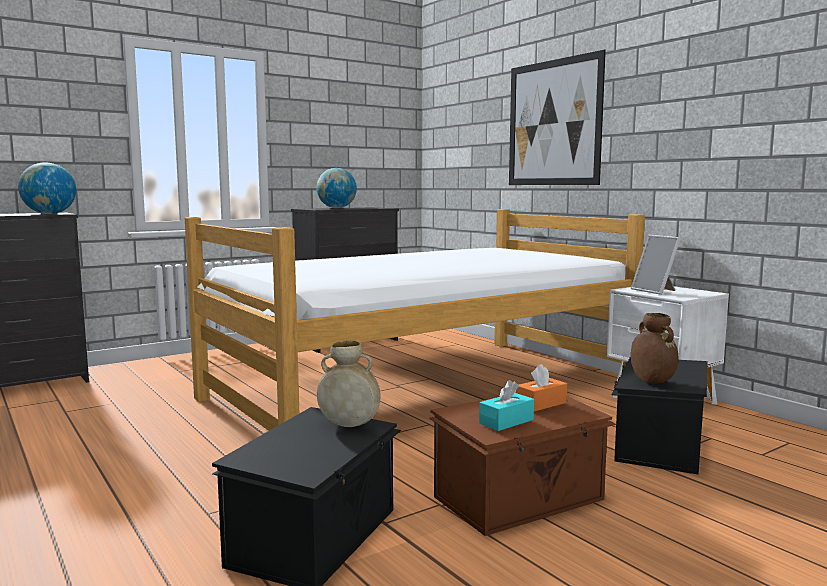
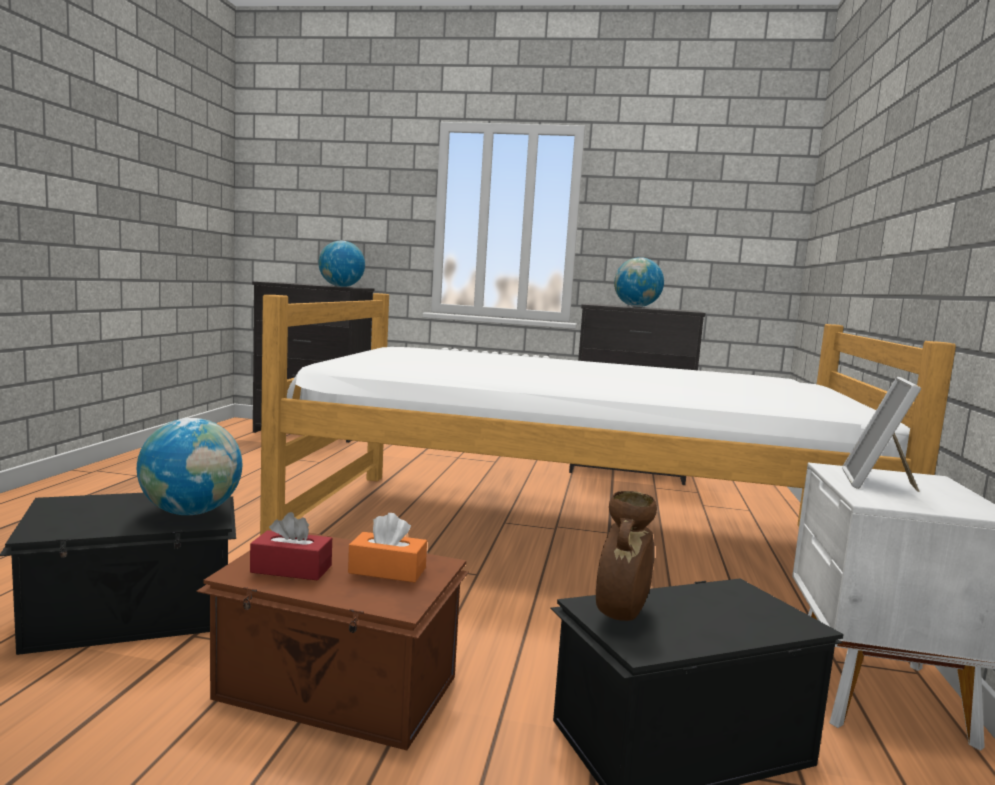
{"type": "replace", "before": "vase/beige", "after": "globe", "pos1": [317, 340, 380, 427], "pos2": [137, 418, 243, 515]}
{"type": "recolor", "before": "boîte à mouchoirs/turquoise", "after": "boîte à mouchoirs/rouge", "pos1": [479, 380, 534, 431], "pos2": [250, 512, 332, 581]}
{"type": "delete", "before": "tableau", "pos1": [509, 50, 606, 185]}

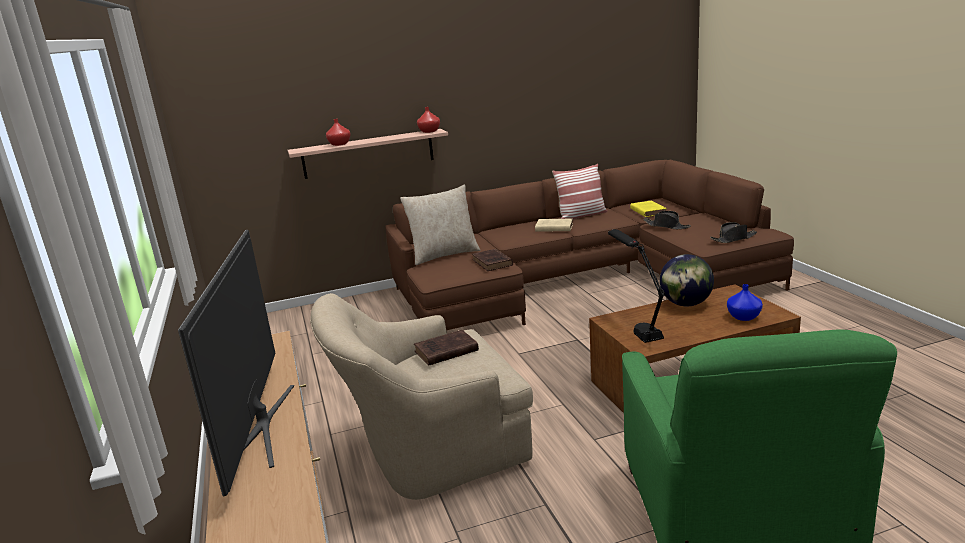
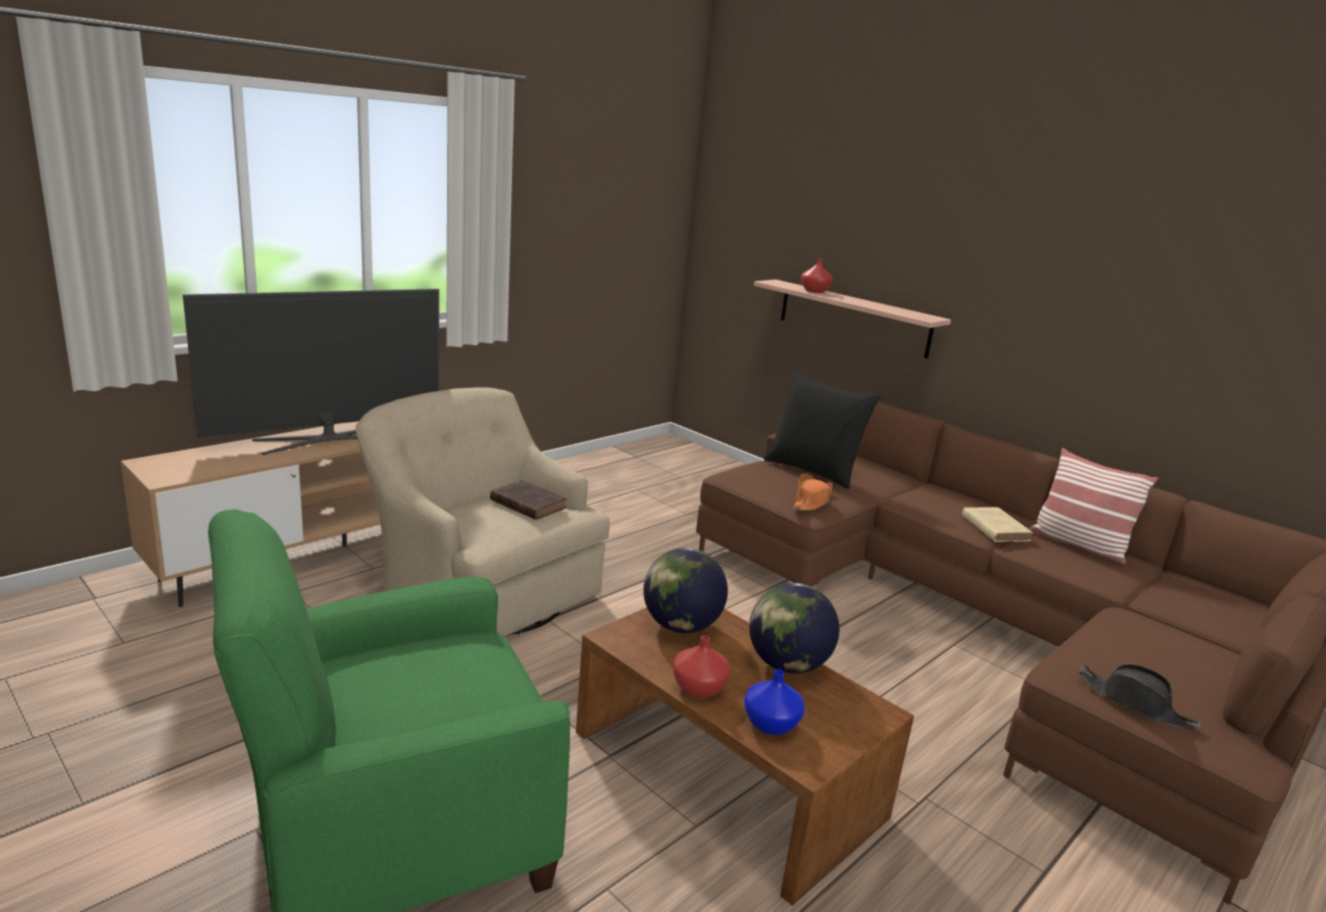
{"type": "recolor", "before": "coussin/beige", "after": "coussin/noir", "pos1": [400, 185, 481, 265], "pos2": [764, 372, 881, 489]}
{"type": "move", "before": "vase/rouge", "pos1": [417, 107, 440, 133], "pos2": [673, 635, 730, 698]}
{"type": "replace", "before": "livre/marron", "after": "chapeau/orange", "pos1": [472, 249, 513, 271], "pos2": [793, 473, 833, 511]}
{"type": "replace", "before": "lampe de table/noir", "after": "globe", "pos1": [608, 229, 665, 343], "pos2": [643, 548, 728, 633]}
{"type": "delete", "before": "livre/jaune", "pos1": [630, 201, 667, 217]}
{"type": "delete", "before": "chapeau/noir", "pos1": [643, 211, 691, 229]}

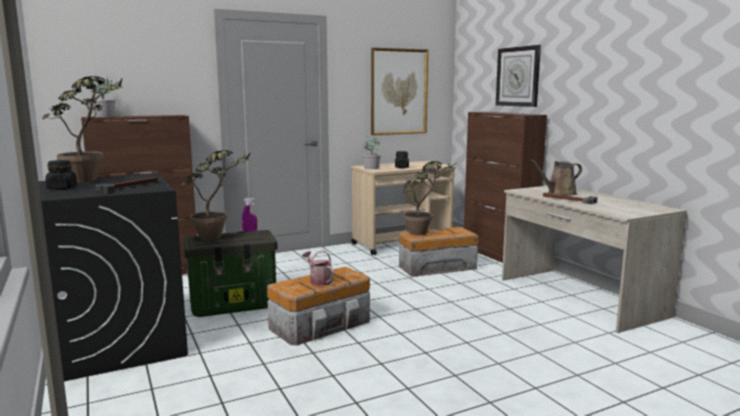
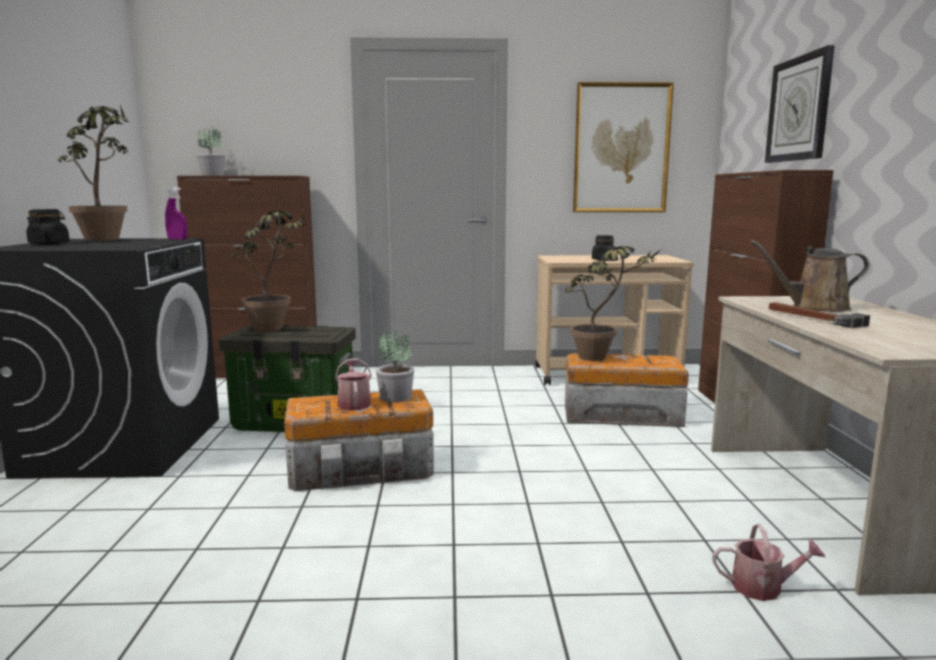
{"type": "delete", "before": "marteau", "pos1": [96, 177, 158, 193]}
{"type": "move", "before": "vaporisateur/violet", "pos1": [242, 198, 257, 232], "pos2": [165, 187, 187, 239]}
{"type": "move", "before": "plante en pot", "pos1": [363, 136, 381, 169], "pos2": [376, 328, 414, 402]}
{"type": "insert", "after": "arrosoir", "pos2": [713, 524, 825, 601]}

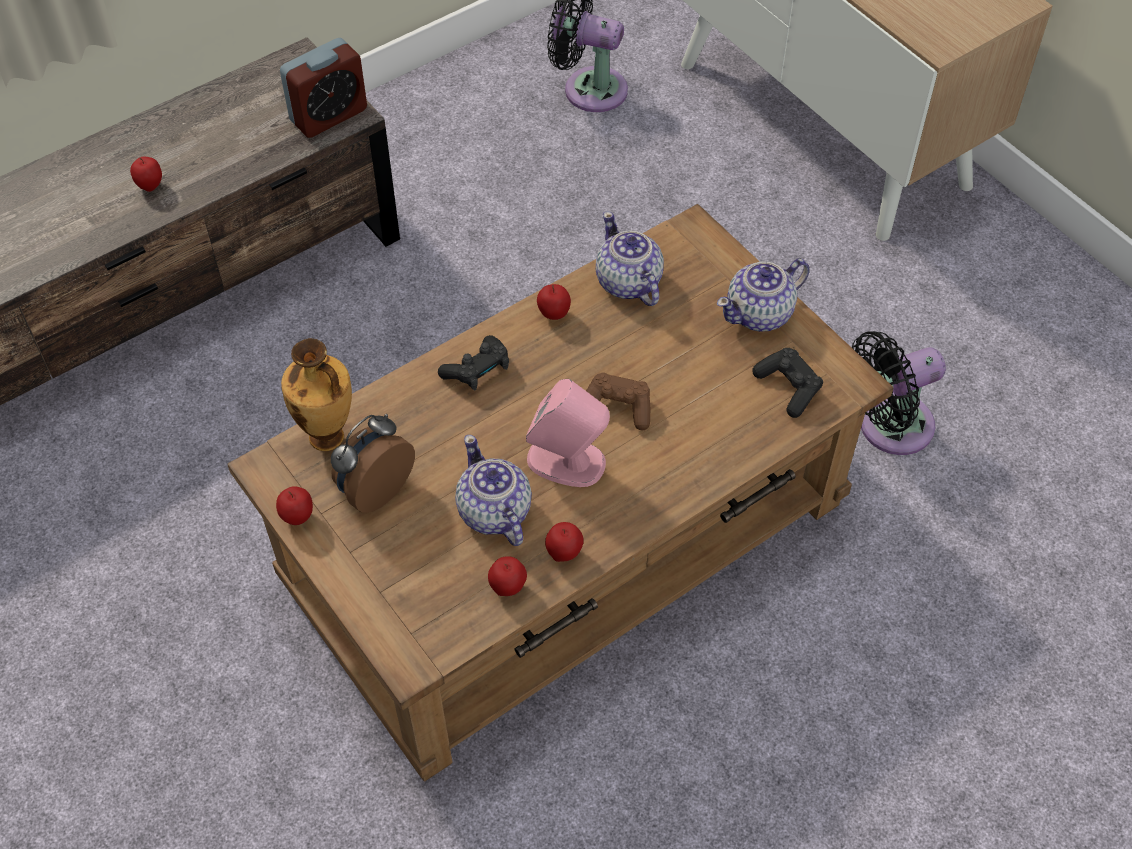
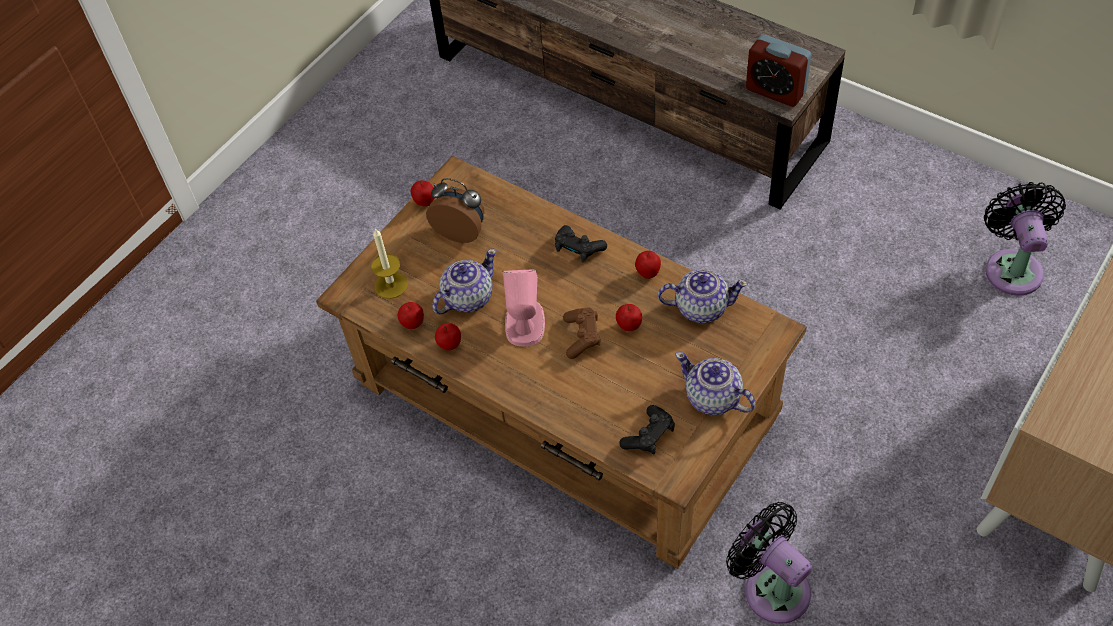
{"type": "move", "before": "pomme", "pos1": [130, 157, 162, 192], "pos2": [616, 304, 642, 331]}
{"type": "delete", "before": "vase", "pos1": [281, 338, 352, 451]}
{"type": "rotate", "before": "théière", "pos1": [596, 211, 664, 306], "pos2": [658, 269, 748, 323], "turn": 45}
{"type": "insert", "after": "bougie", "pos2": [371, 228, 408, 299]}

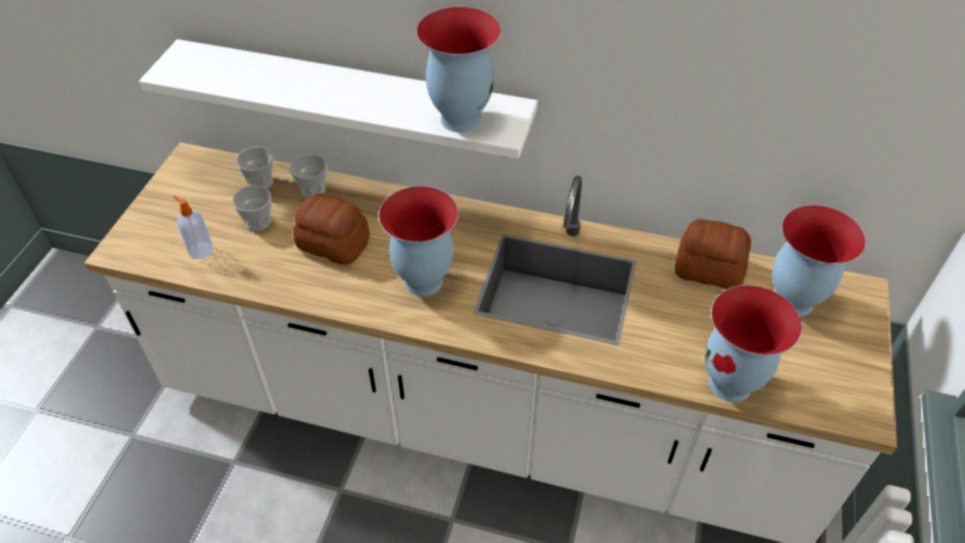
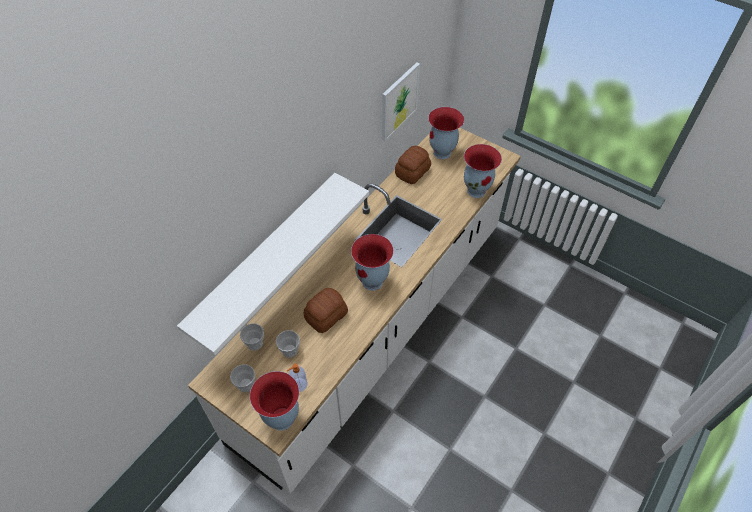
{"type": "move", "before": "tasse", "pos1": [290, 154, 327, 198], "pos2": [230, 364, 255, 393]}
{"type": "move", "before": "vase", "pos1": [416, 7, 501, 132], "pos2": [250, 371, 299, 431]}
{"type": "insert", "after": "tableau", "pos2": [382, 62, 420, 141]}

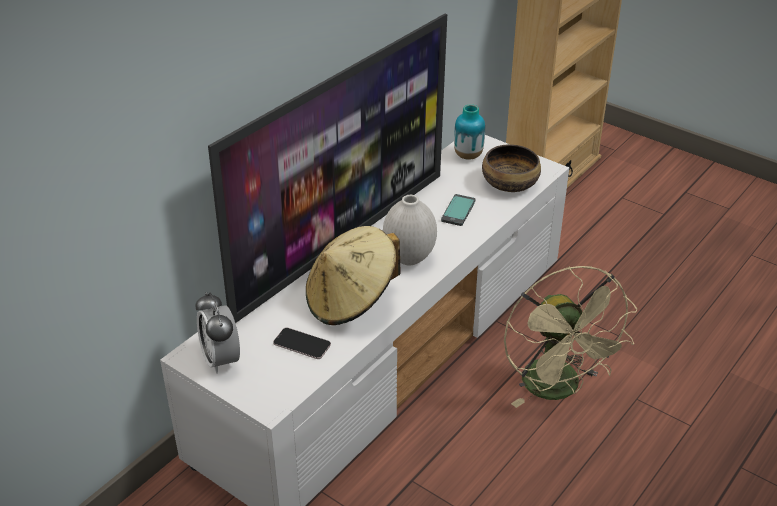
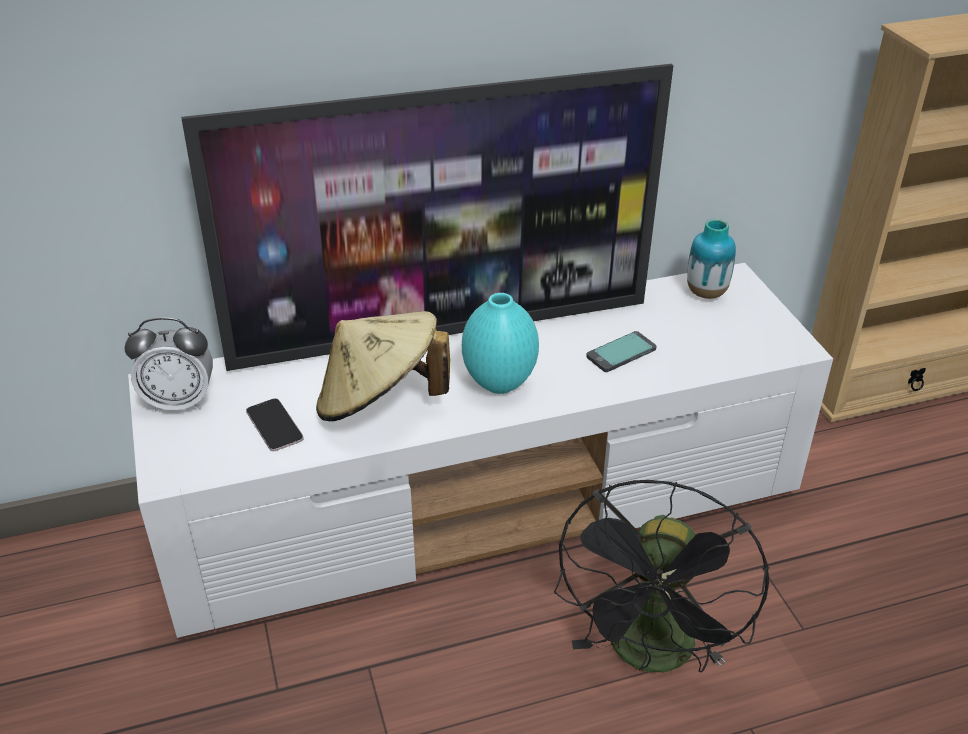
{"type": "rotate", "before": "réveil", "pos1": [195, 292, 240, 374], "pos2": [125, 317, 213, 412], "turn": -105}
{"type": "recolor", "before": "vase/blanc", "after": "vase/turquoise", "pos1": [383, 195, 437, 265], "pos2": [462, 293, 539, 394]}
{"type": "delete", "before": "bol", "pos1": [482, 144, 541, 192]}
{"type": "recolor", "before": "ventilateur/beige", "after": "ventilateur/noir", "pos1": [504, 266, 638, 408], "pos2": [554, 480, 769, 673]}

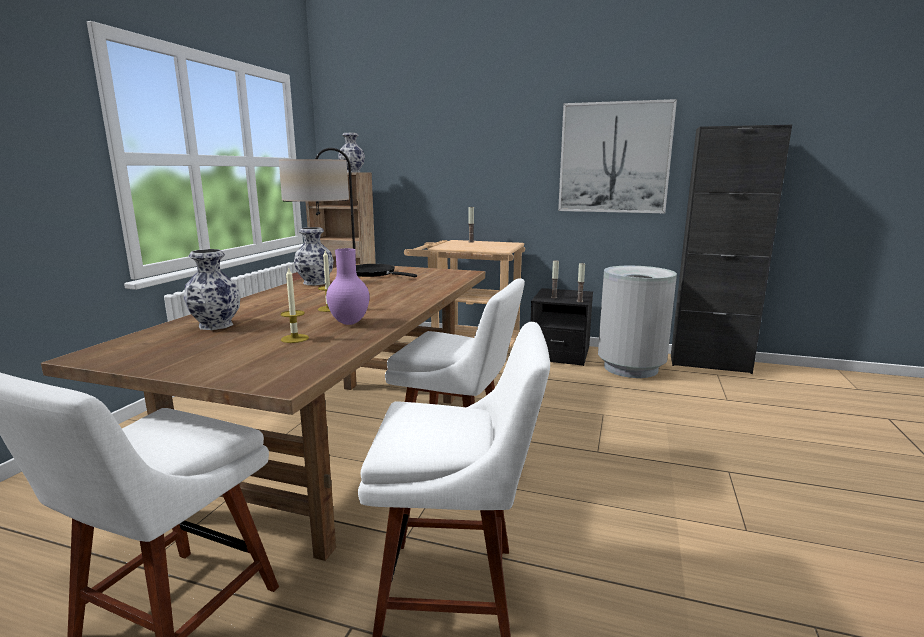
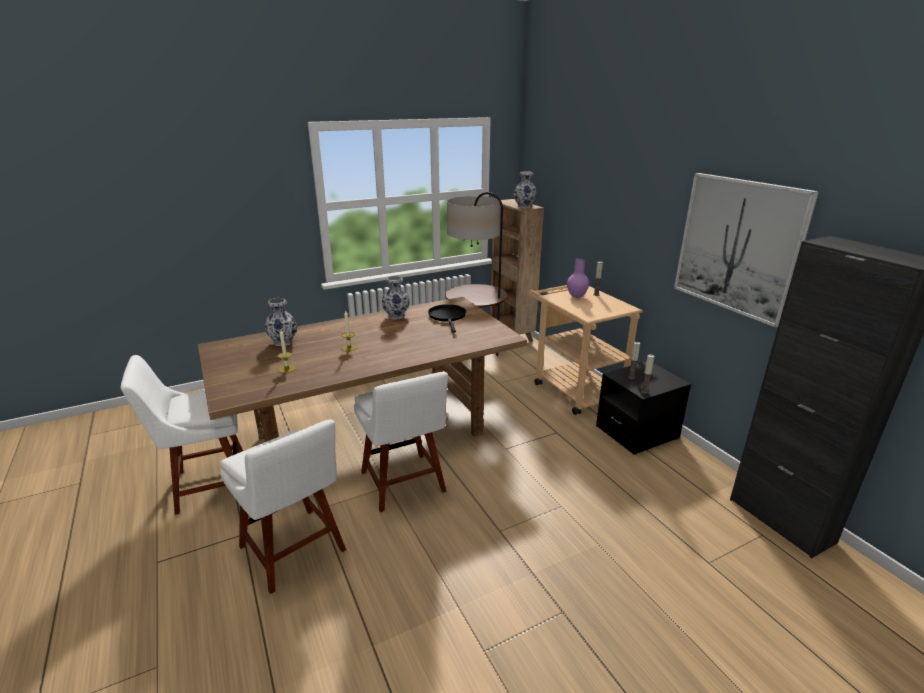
{"type": "move", "before": "vase/violet", "pos1": [326, 248, 369, 325], "pos2": [567, 259, 589, 298]}
{"type": "delete", "before": "poubelle/gris", "pos1": [598, 266, 677, 378]}

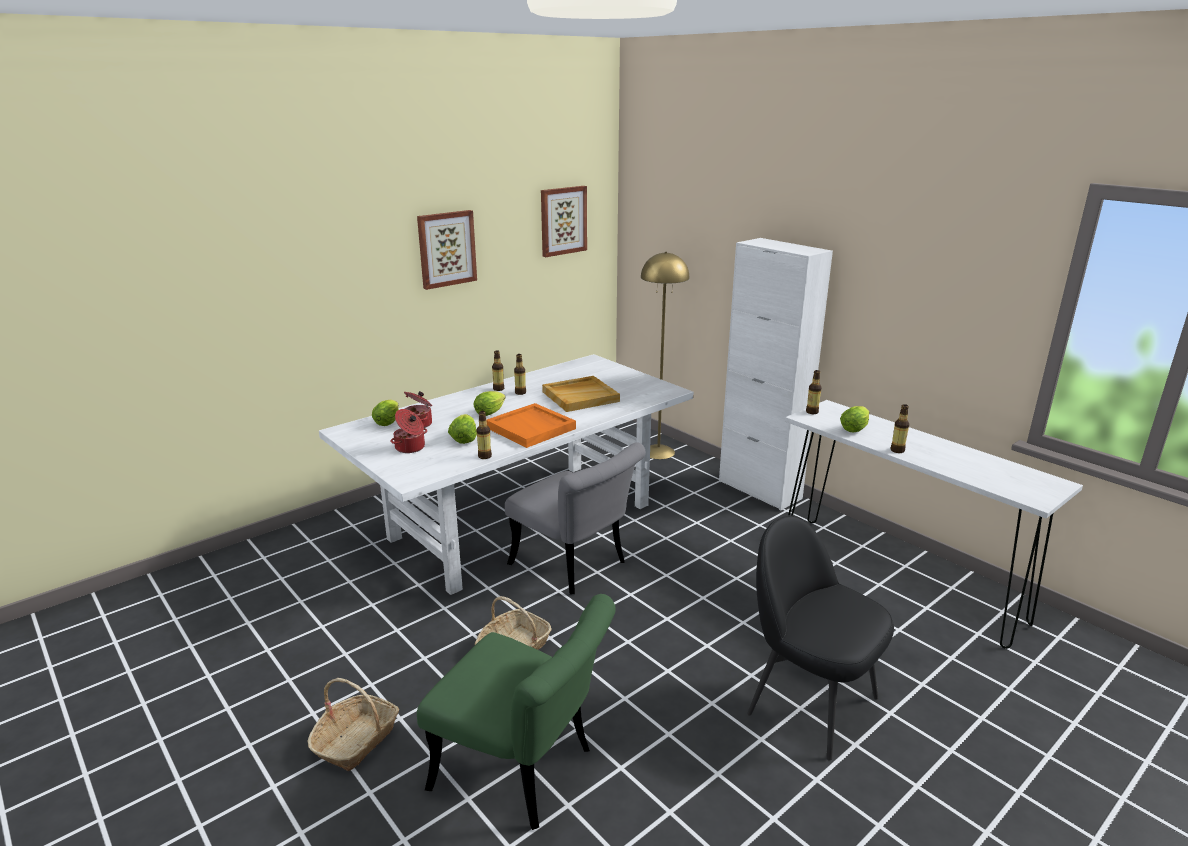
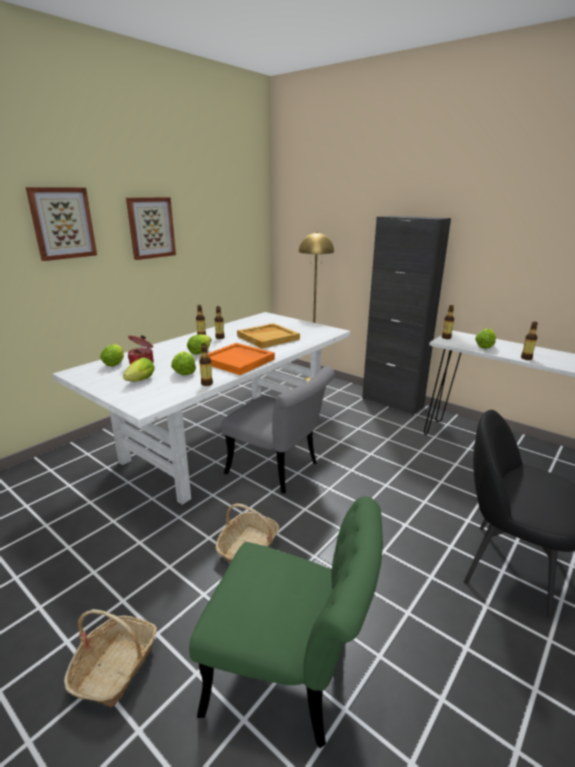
{"type": "replace", "before": "marmite", "after": "laitue", "pos1": [390, 409, 427, 453], "pos2": [123, 357, 155, 382]}
{"type": "move", "before": "tableau", "pos1": [541, 186, 587, 257], "pos2": [26, 187, 97, 261]}
{"type": "recolor", "before": "meuble de rangement/blanc", "after": "meuble de rangement/noir", "pos1": [719, 238, 833, 511], "pos2": [362, 216, 451, 415]}

